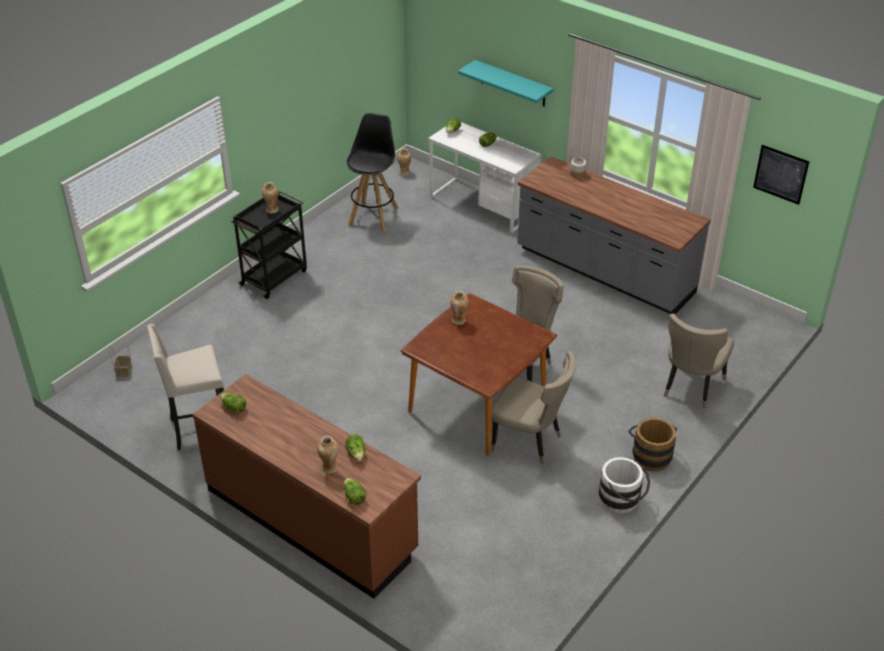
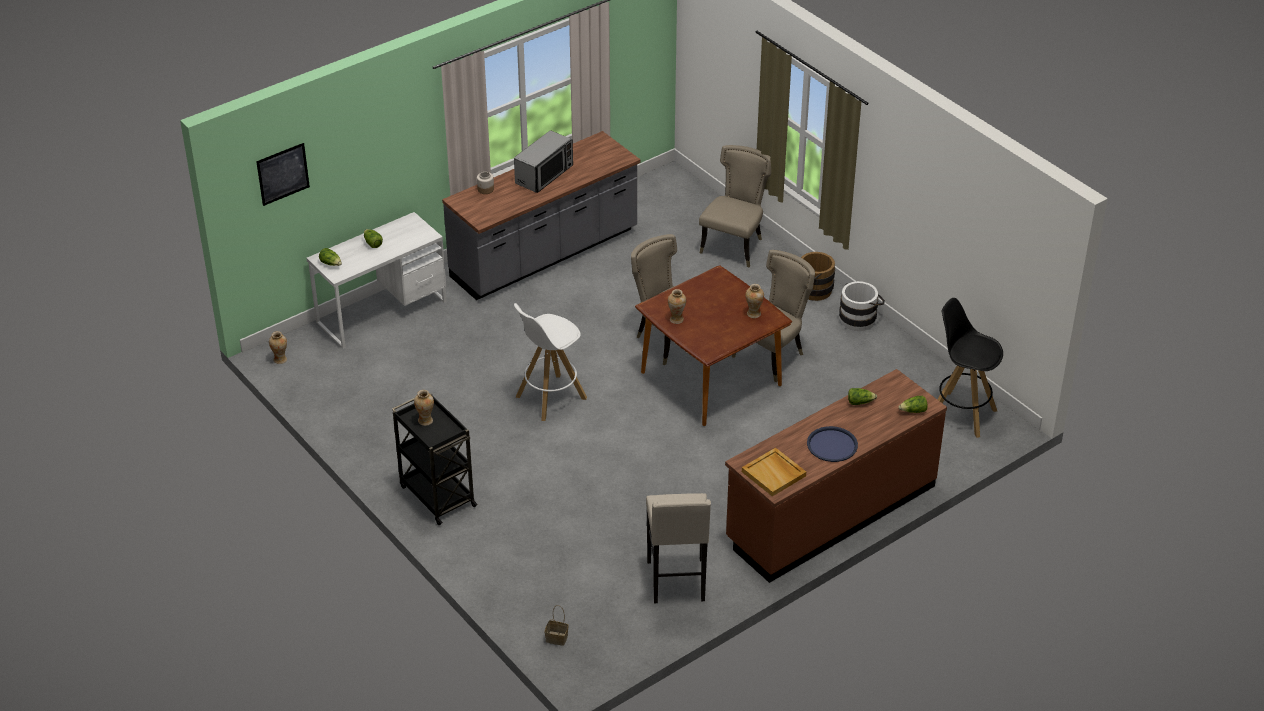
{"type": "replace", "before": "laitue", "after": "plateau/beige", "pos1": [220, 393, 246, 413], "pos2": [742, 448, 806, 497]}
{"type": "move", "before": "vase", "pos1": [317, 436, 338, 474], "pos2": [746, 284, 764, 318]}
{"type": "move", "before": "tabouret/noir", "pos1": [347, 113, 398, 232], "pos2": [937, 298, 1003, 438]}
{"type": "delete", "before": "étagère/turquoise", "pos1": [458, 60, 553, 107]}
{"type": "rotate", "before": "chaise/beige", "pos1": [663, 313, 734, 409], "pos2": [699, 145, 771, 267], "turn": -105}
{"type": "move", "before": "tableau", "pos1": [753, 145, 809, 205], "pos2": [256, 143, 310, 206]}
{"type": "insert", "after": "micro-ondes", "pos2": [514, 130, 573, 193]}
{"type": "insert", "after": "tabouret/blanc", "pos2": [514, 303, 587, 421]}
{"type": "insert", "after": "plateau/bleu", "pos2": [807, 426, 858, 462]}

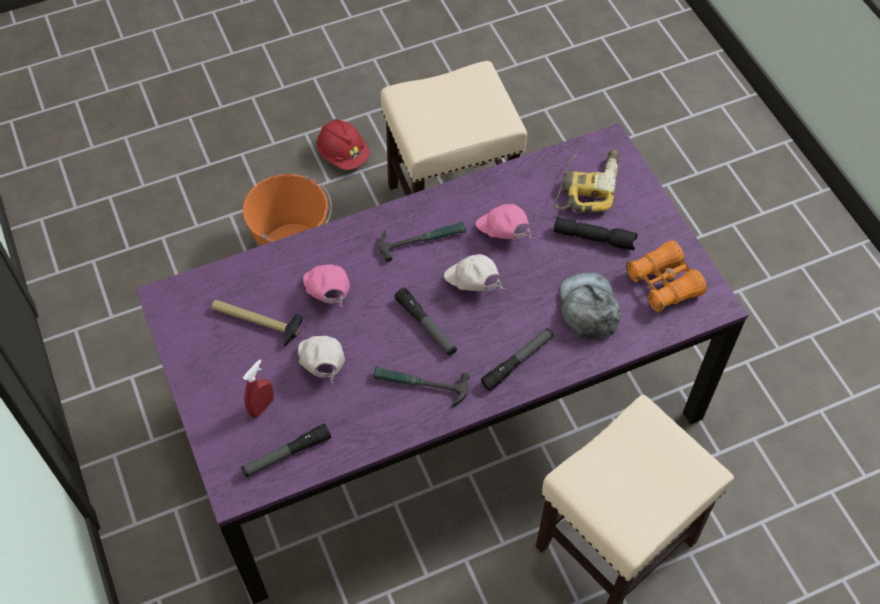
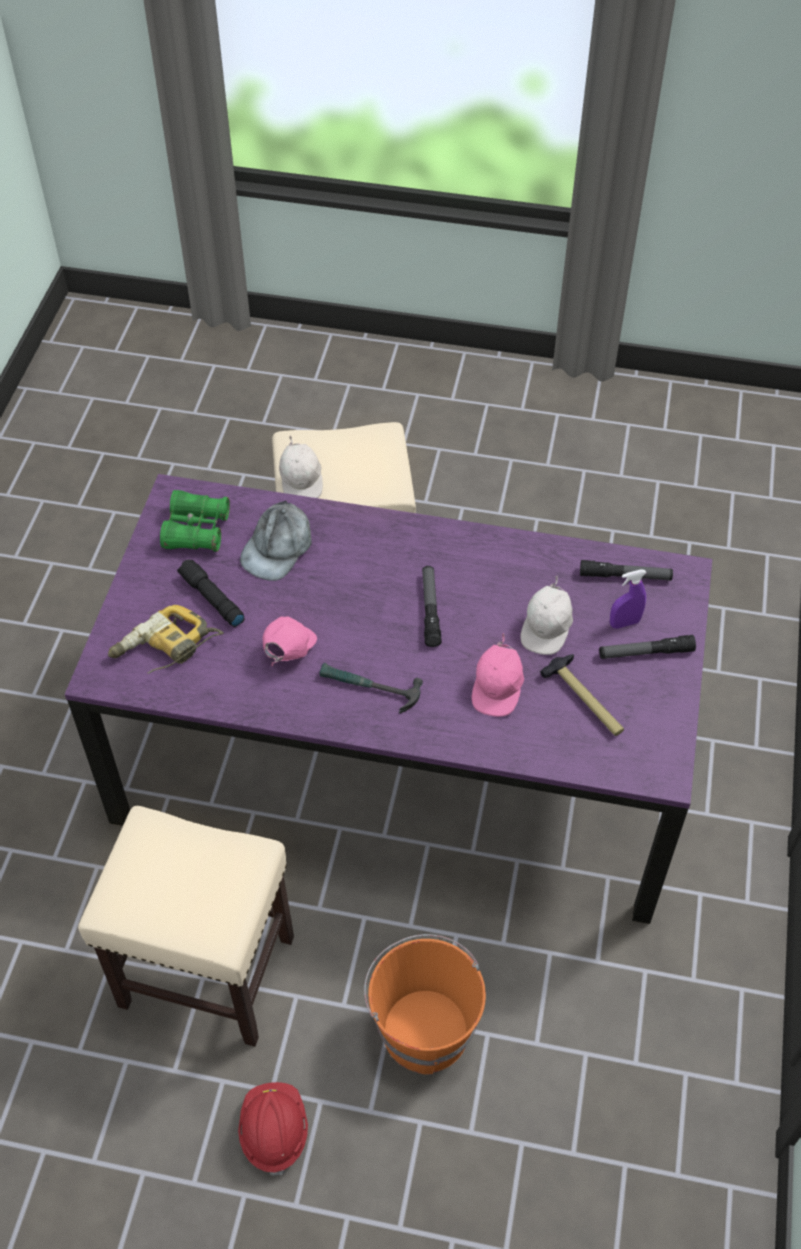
{"type": "recolor", "before": "vaporisateur/rouge", "after": "vaporisateur/violet", "pos1": [243, 359, 274, 418], "pos2": [610, 570, 646, 629]}
{"type": "delete", "before": "marteau", "pos1": [373, 366, 470, 408]}
{"type": "move", "before": "casquette/blanc", "pos1": [443, 254, 507, 291], "pos2": [279, 436, 323, 498]}
{"type": "rotate", "before": "casquette/rose", "pos1": [475, 204, 536, 239], "pos2": [262, 616, 317, 666], "turn": -150}
{"type": "move", "before": "lampe de poche", "pos1": [481, 328, 553, 391], "pos2": [599, 635, 696, 659]}
{"type": "recolor", "before": "jumelles/orange", "after": "jumelles/vert", "pos1": [626, 240, 707, 313], "pos2": [160, 490, 230, 552]}

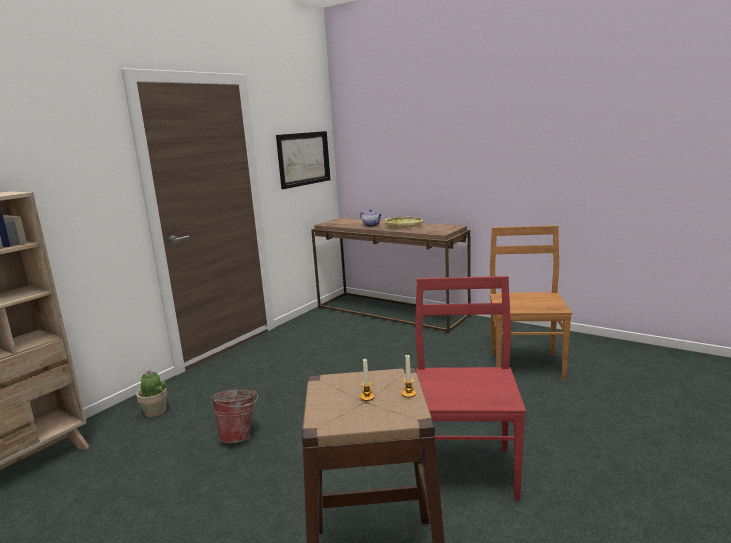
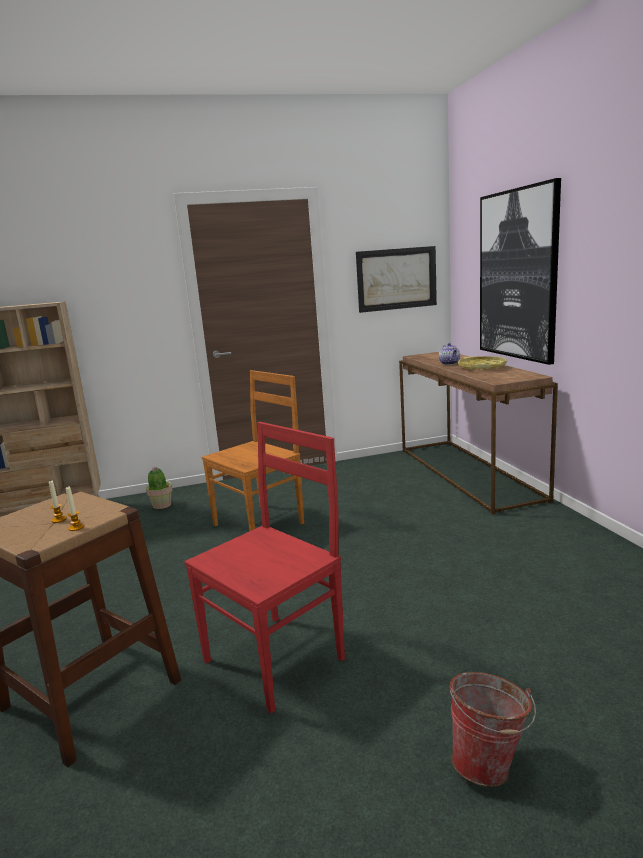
{"type": "move", "before": "seau", "pos1": [211, 388, 258, 443], "pos2": [450, 672, 536, 787]}
{"type": "move", "before": "chaise/marron", "pos1": [490, 225, 572, 380], "pos2": [202, 370, 304, 531]}
{"type": "insert", "after": "tableau", "pos2": [480, 178, 561, 365]}

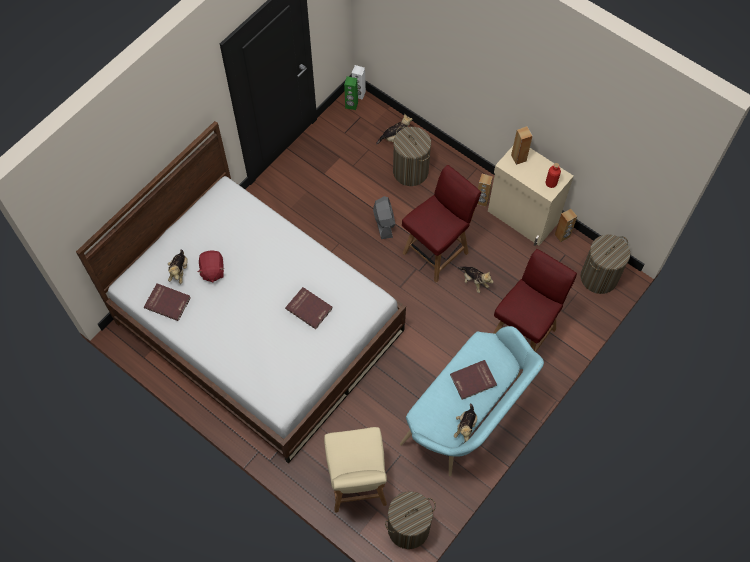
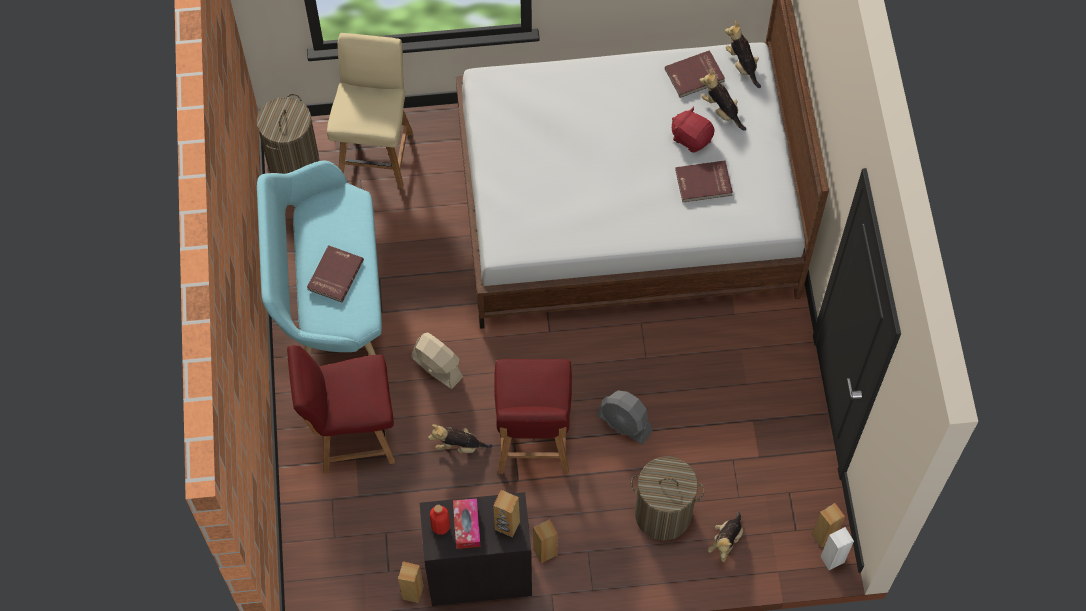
{"type": "move", "before": "livre/rouge", "pos1": [285, 287, 333, 329], "pos2": [675, 161, 733, 202]}
{"type": "rotate", "before": "chaise/beige", "pos1": [324, 427, 387, 513], "pos2": [327, 33, 413, 188], "turn": 60}
{"type": "recolor", "before": "enceinte/vert", "after": "enceinte/marron", "pos1": [344, 76, 358, 110], "pos2": [812, 503, 845, 548]}
{"type": "move", "before": "peluche", "pos1": [454, 403, 477, 442], "pos2": [725, 21, 761, 88]}
{"type": "recolor", "before": "meuble de rangement/beige", "after": "meuble de rangement/noir", "pos1": [488, 146, 574, 246], "pos2": [420, 492, 532, 606]}
{"type": "rotate", "before": "chaise/rouge", "pos1": [493, 249, 577, 352], "pos2": [287, 345, 395, 474], "turn": 90}
{"type": "delete", "before": "panier à linge", "pos1": [581, 234, 630, 294]}
{"type": "insert", "after": "ventilateur/beige", "pos2": [411, 332, 463, 389]}
{"type": "insert", "after": "boîte à mouchoirs", "pos2": [453, 498, 481, 549]}

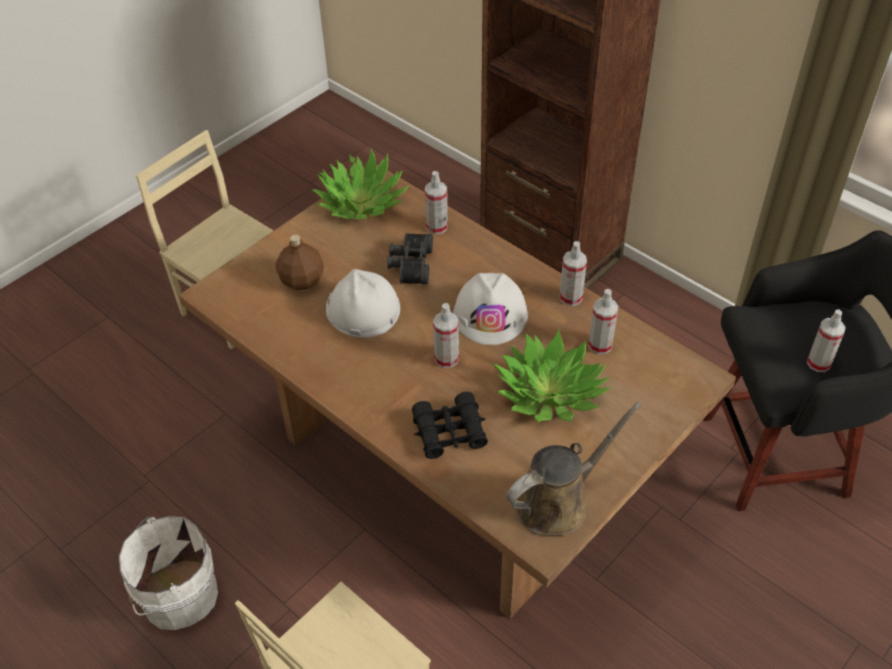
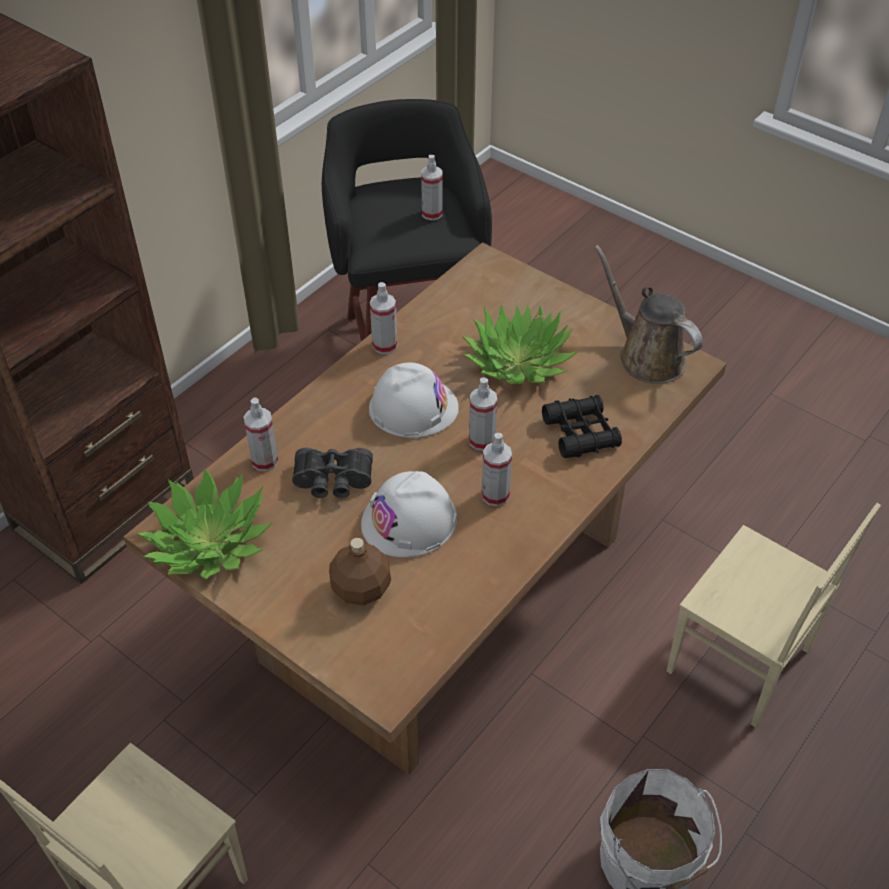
{"type": "move", "before": "vaporisateur", "pos1": [588, 289, 618, 354], "pos2": [482, 433, 512, 507]}

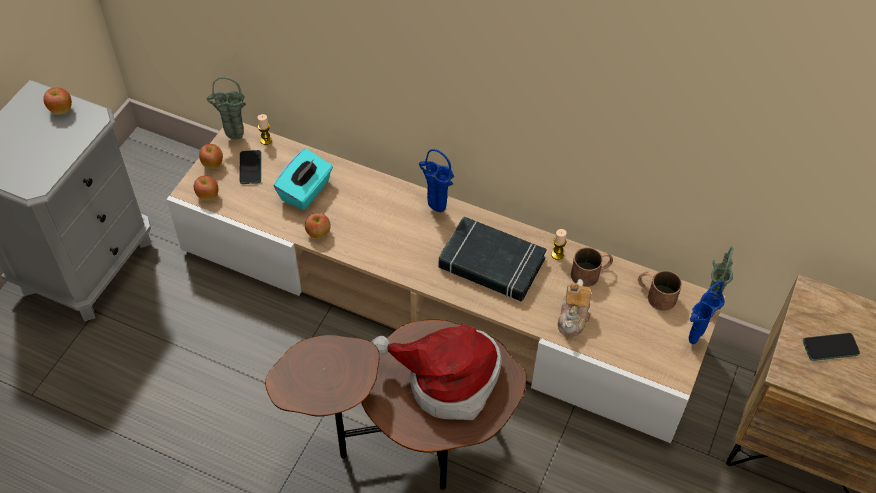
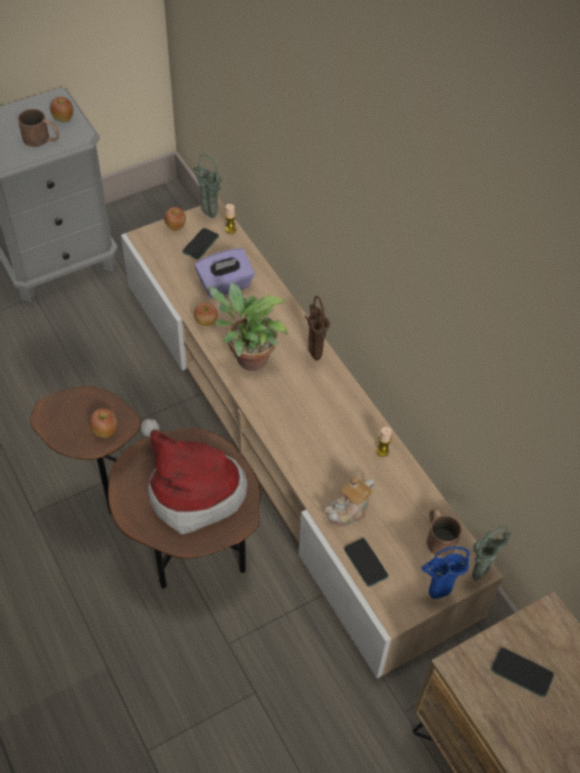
{"type": "move", "before": "pomme", "pos1": [194, 175, 218, 201], "pos2": [90, 408, 117, 438]}
{"type": "recolor", "before": "boîte à mouchoirs/turquoise", "after": "boîte à mouchoirs/violet", "pos1": [274, 149, 333, 210], "pos2": [195, 248, 255, 298]}
{"type": "recolor", "before": "vase/bleu", "after": "vase/marron", "pos1": [419, 149, 454, 212], "pos2": [305, 296, 330, 361]}
{"type": "delete", "before": "livre/noir", "pos1": [439, 216, 547, 301]}
{"type": "move", "before": "mug/marron", "pos1": [571, 247, 613, 287], "pos2": [18, 109, 59, 147]}
{"type": "insert", "after": "plante en pot", "pos2": [208, 282, 288, 371]}
{"type": "insert", "after": "téléphone", "pos2": [344, 538, 389, 587]}

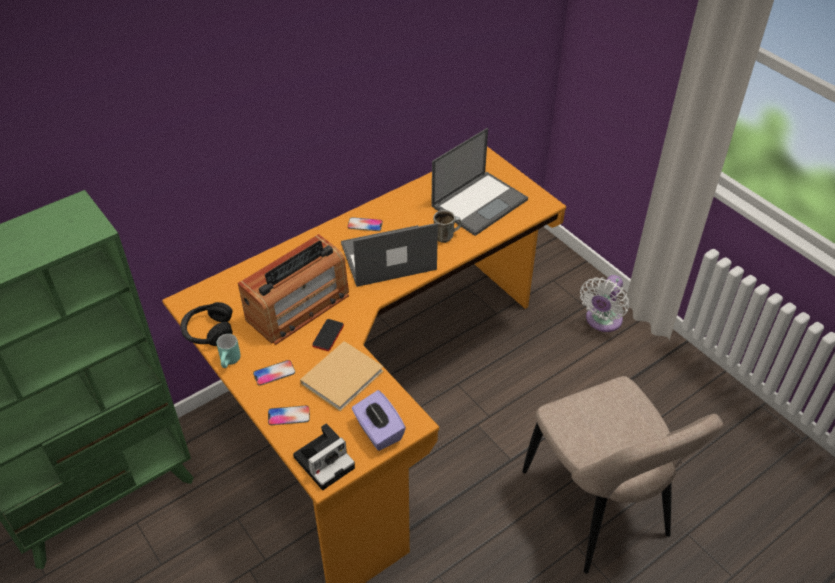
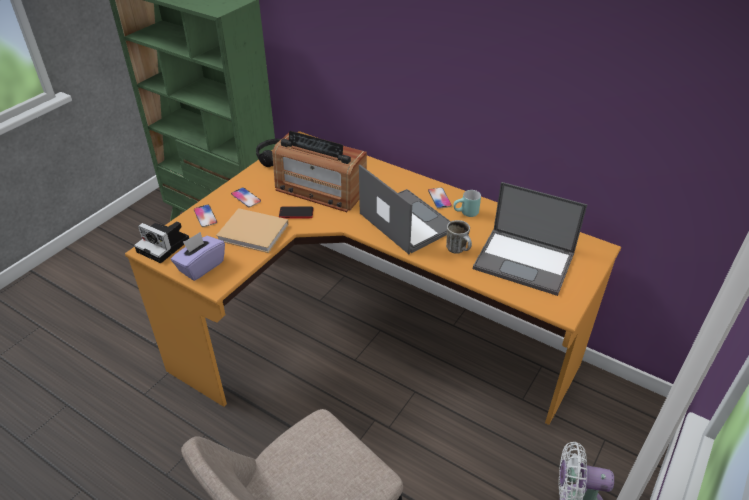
{"type": "move", "before": "mug/turquoise", "pos1": [217, 334, 241, 368], "pos2": [453, 190, 481, 217]}

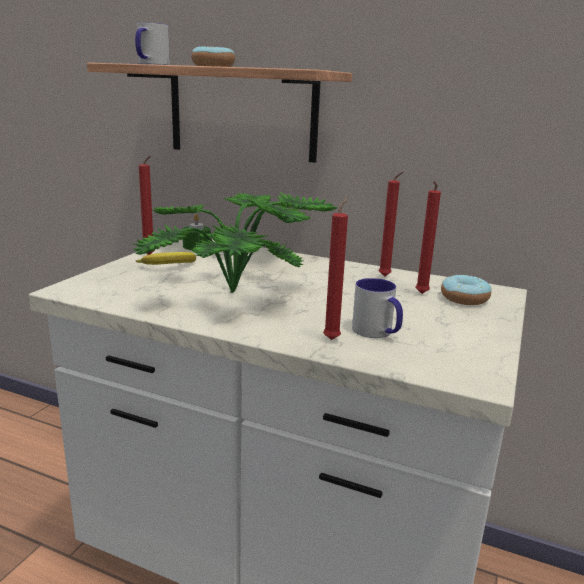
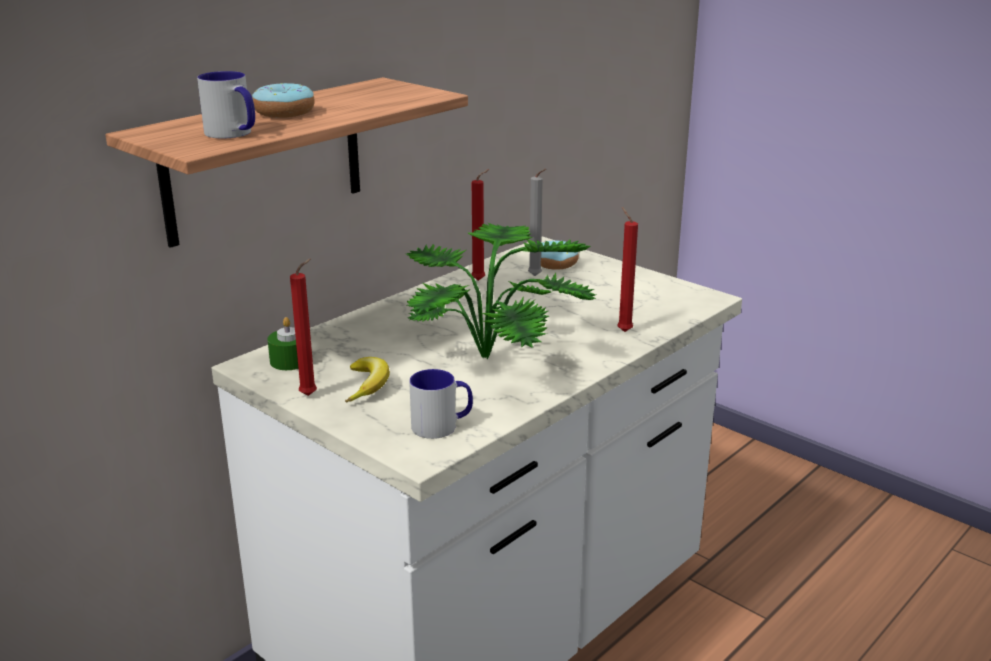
{"type": "move", "before": "mug", "pos1": [352, 278, 403, 338], "pos2": [409, 369, 473, 439]}
{"type": "recolor", "before": "bougie/rouge", "after": "bougie/gris", "pos1": [415, 181, 441, 294], "pos2": [528, 169, 546, 276]}

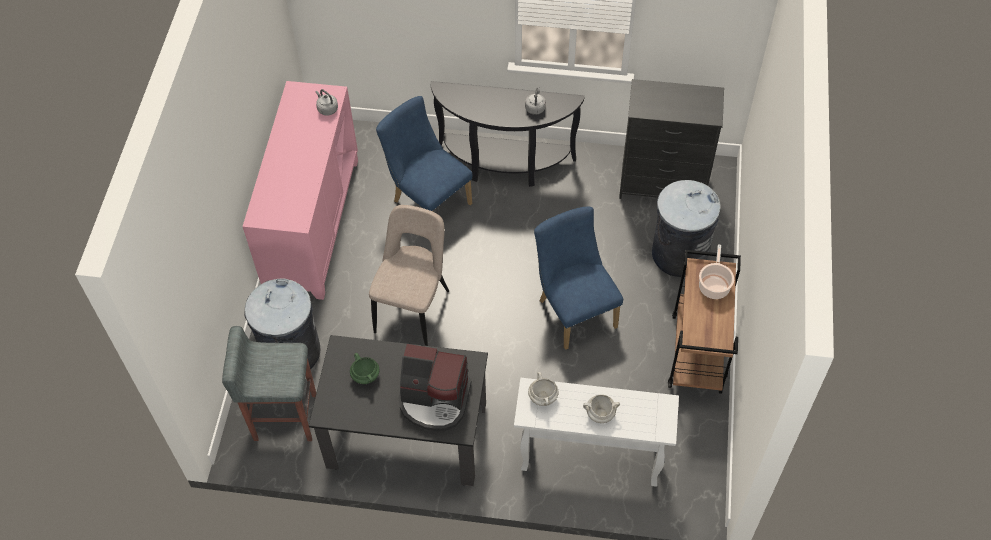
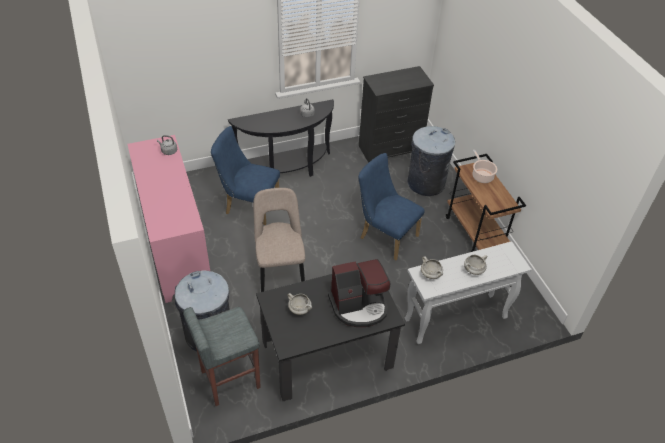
{"type": "recolor", "before": "marmite/vert", "after": "marmite/blanc", "pos1": [350, 353, 380, 384], "pos2": [287, 293, 312, 315]}

